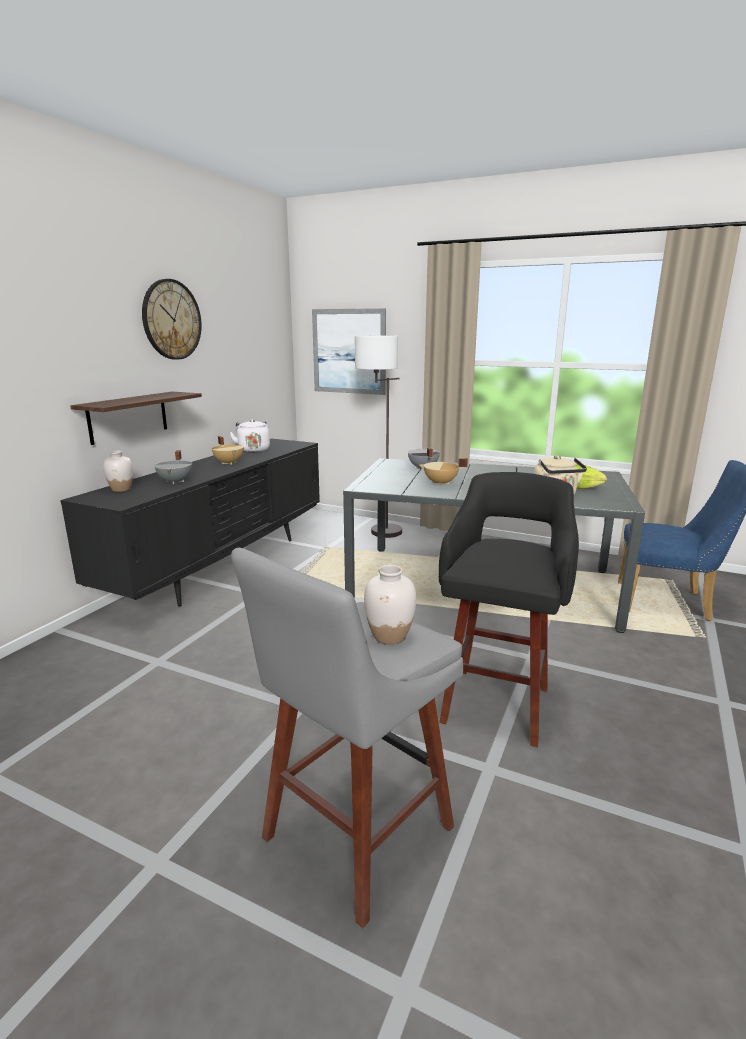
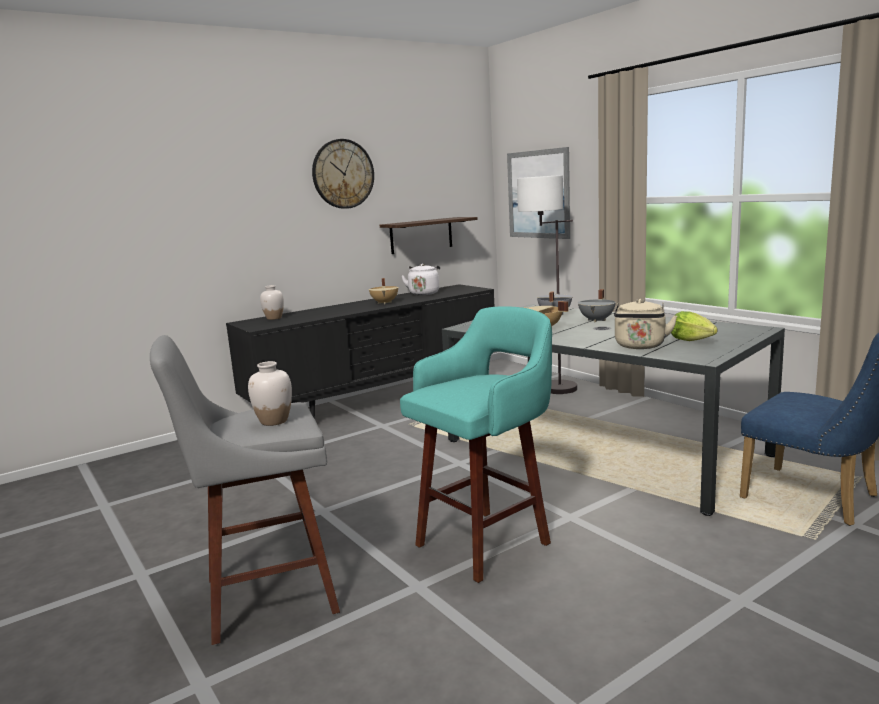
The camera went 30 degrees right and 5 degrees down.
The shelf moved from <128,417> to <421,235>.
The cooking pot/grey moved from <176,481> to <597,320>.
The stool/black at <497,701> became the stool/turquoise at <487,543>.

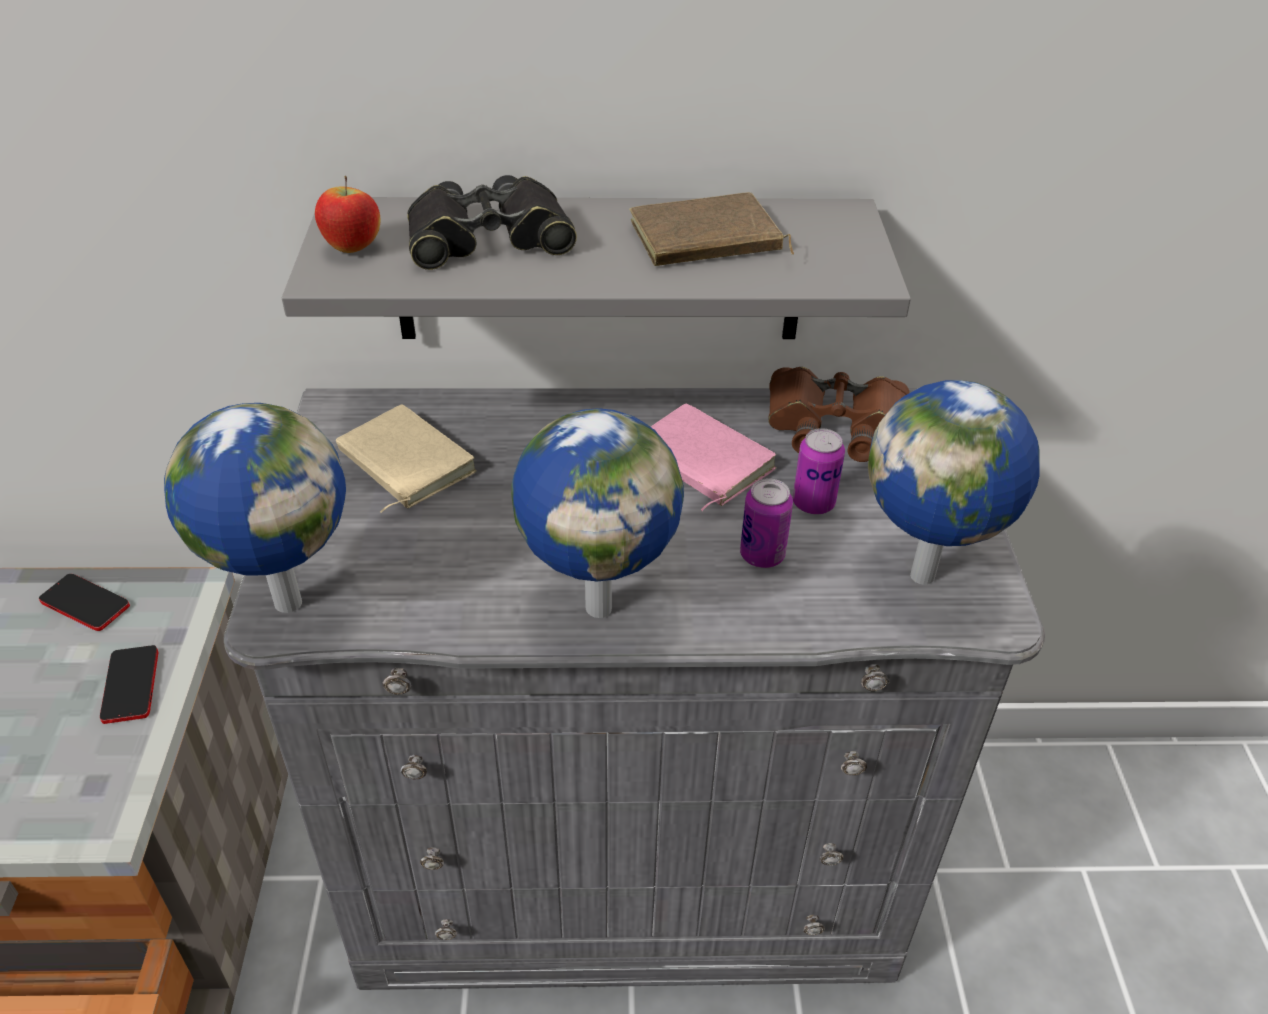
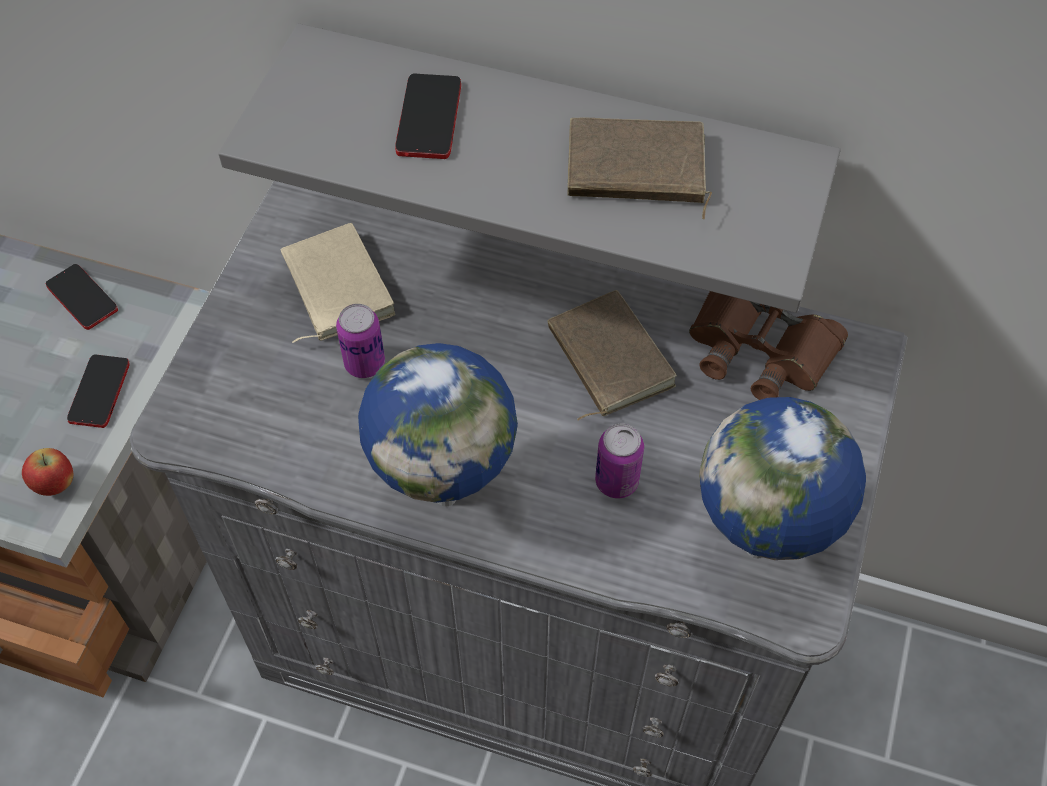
The camera went 20 degrees right and 15 degrees up.
The binoculars/black at <488,238> was replaced by the phone at <428,118>.
The apple moved from <352,248> to <55,484>.
The globe at <286,601> disappeared.
The book/pink at <699,462> became the book/brown at <606,358>.
The can moved from <813,503> to <364,363>.

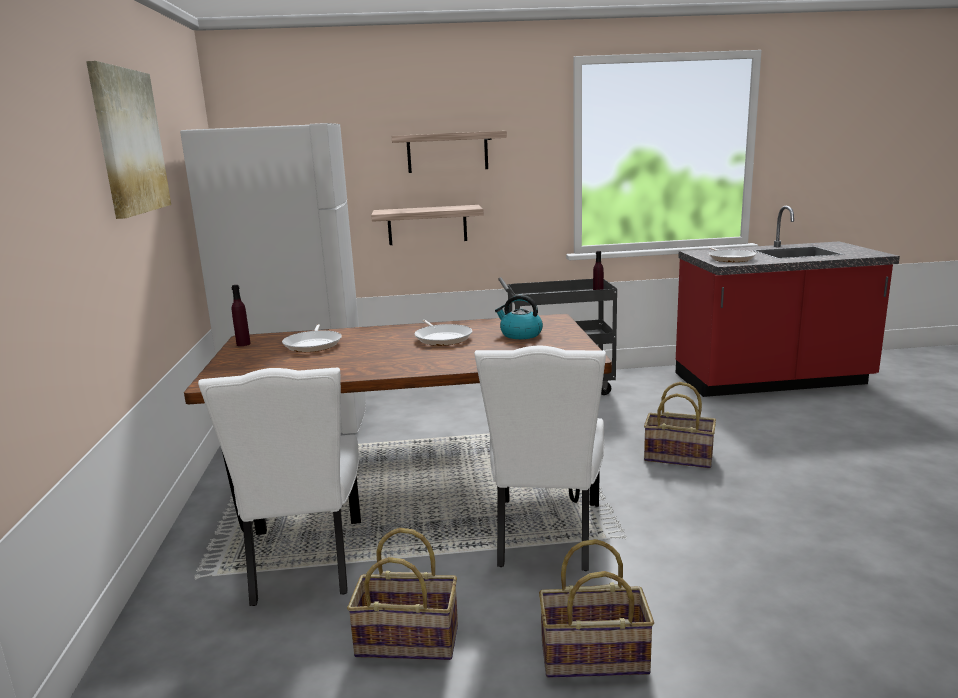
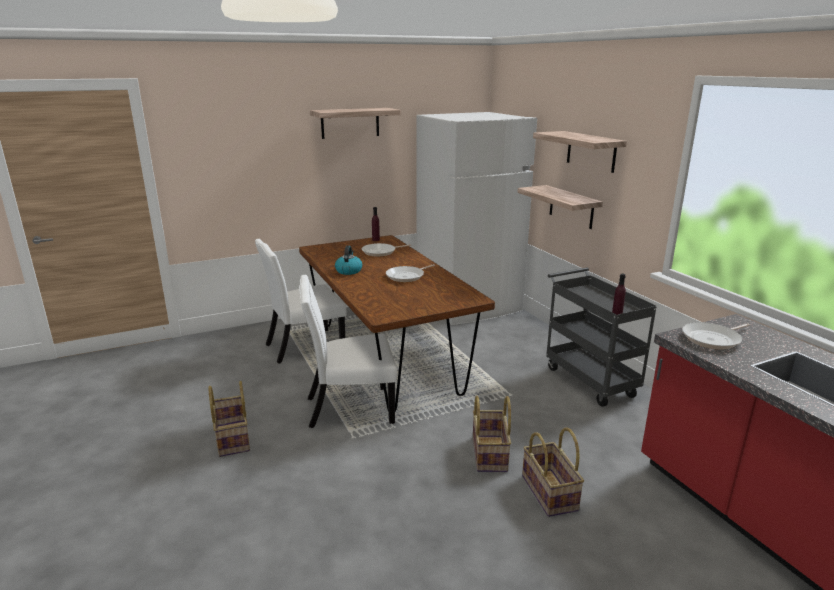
The camera went 70 degrees right and 5 degrees up.
The picture at <129,141> was replaced by the shelf at <350,123>.
The kettle moved from <520,334> to <348,271>.
The basket moved from <408,639> to <550,493>.

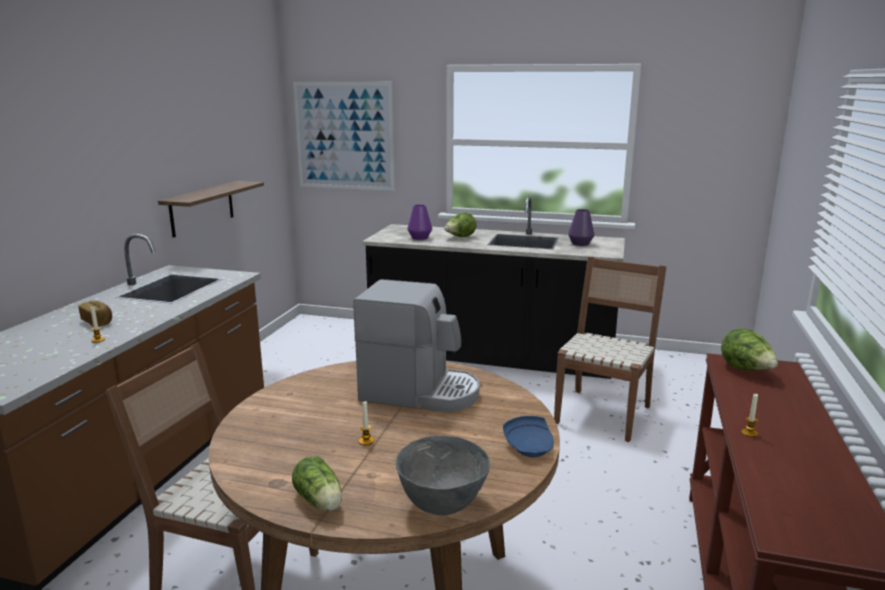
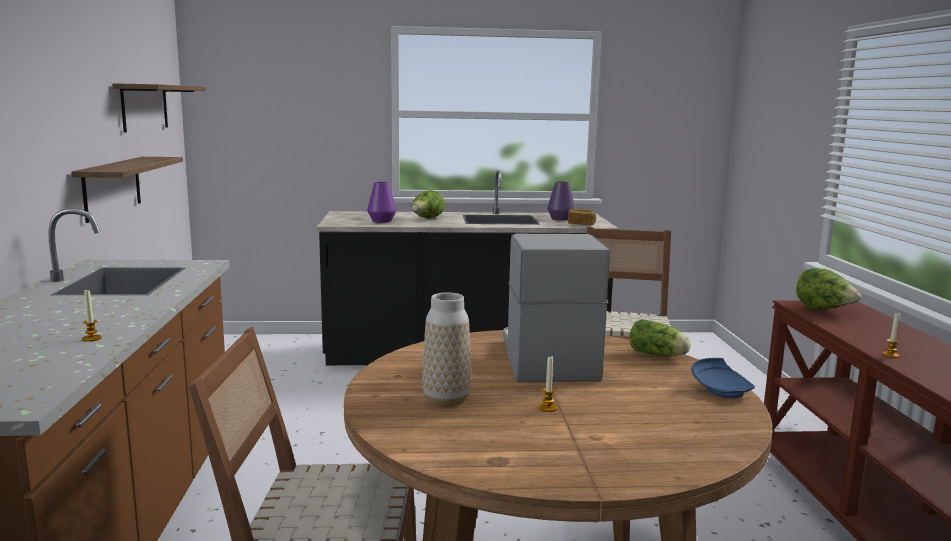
The camera went 20 degrees left and 5 degrees down.
The picture at <344,136> disappeared.
The coffee machine at <420,392> turned 90 degrees counterclockwise.
The bread moved from <98,322> to <581,224>.
The bowl/grey at <441,505> disappeared.
The lettuce moved from <320,502> to <658,355>.
The shelf at <145,107> appeared.
The vase at <446,400> appeared.

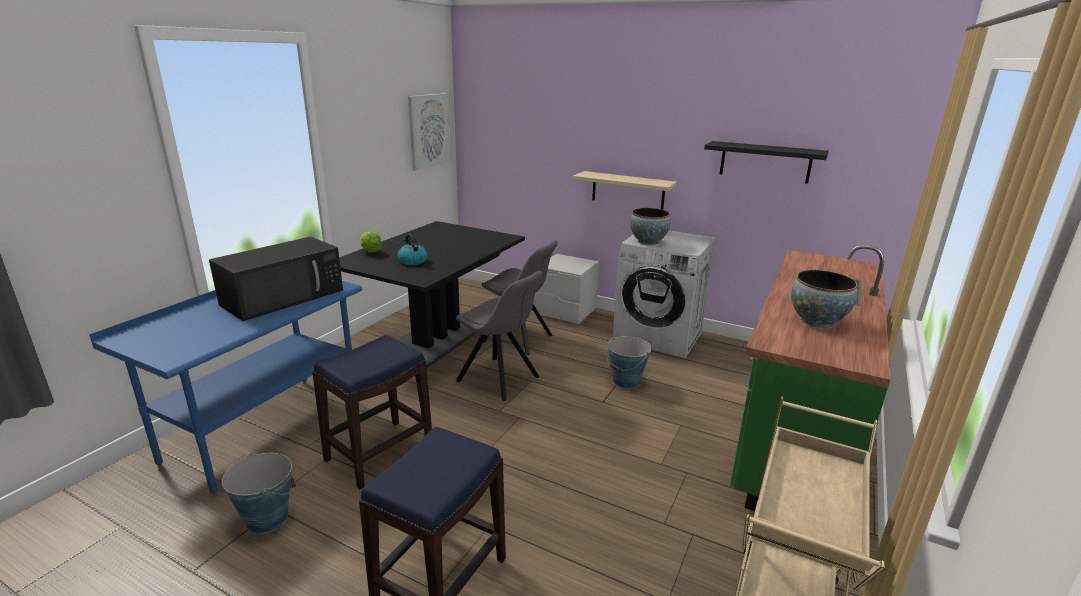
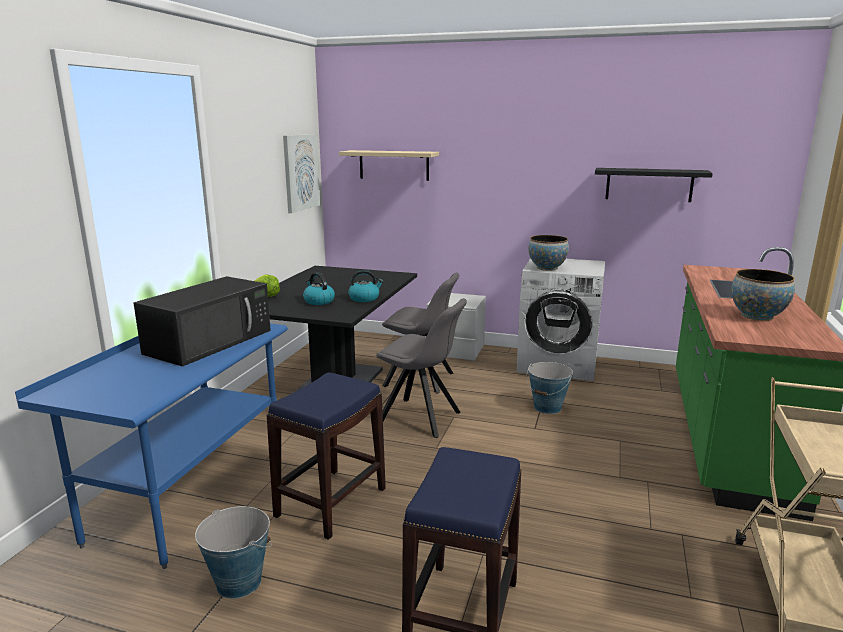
The camera went 10 degrees left and 5 degrees down.
The shelf/beige moved from <628,190> to <394,165>.
The kettle at <364,298> appeared.

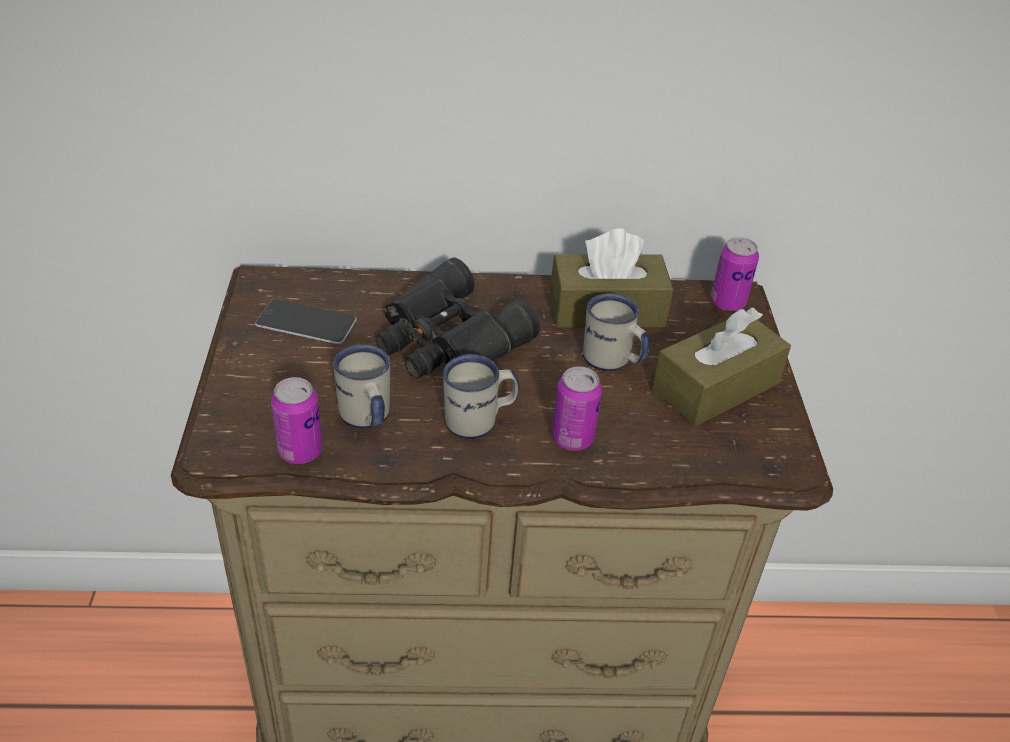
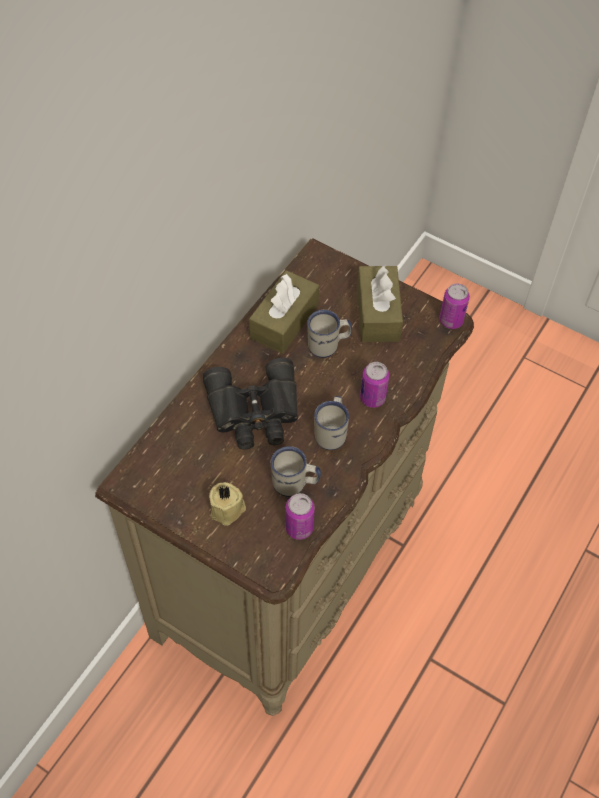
The camera went 55 degrees left and 15 degrees up.
The can moved from <727,302> to <451,321>.
The phone at <306,322> disappeared.
The candle/beige at <228,510> appeared.

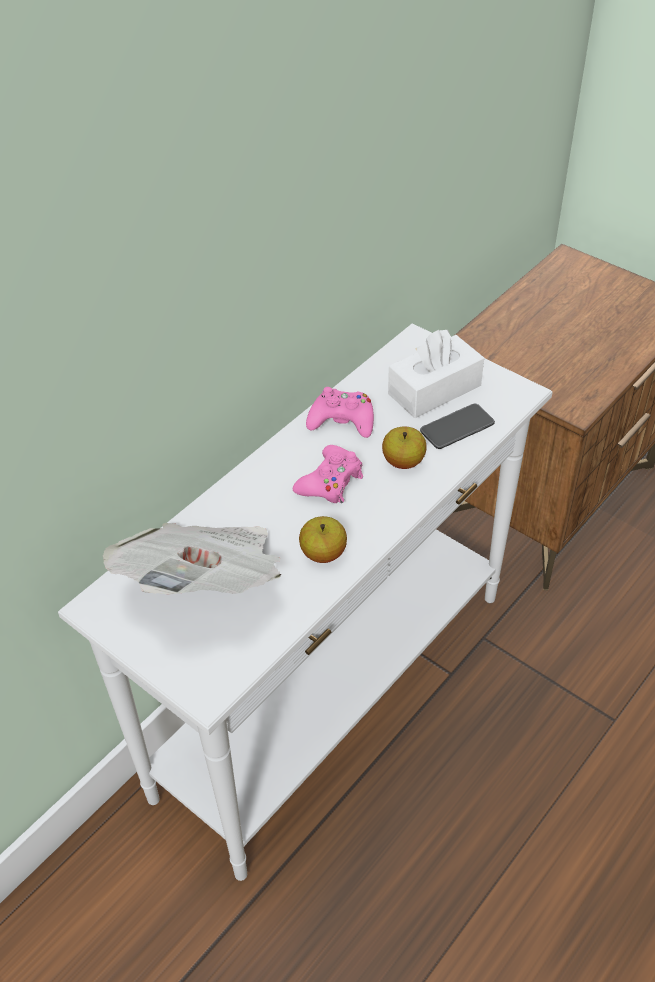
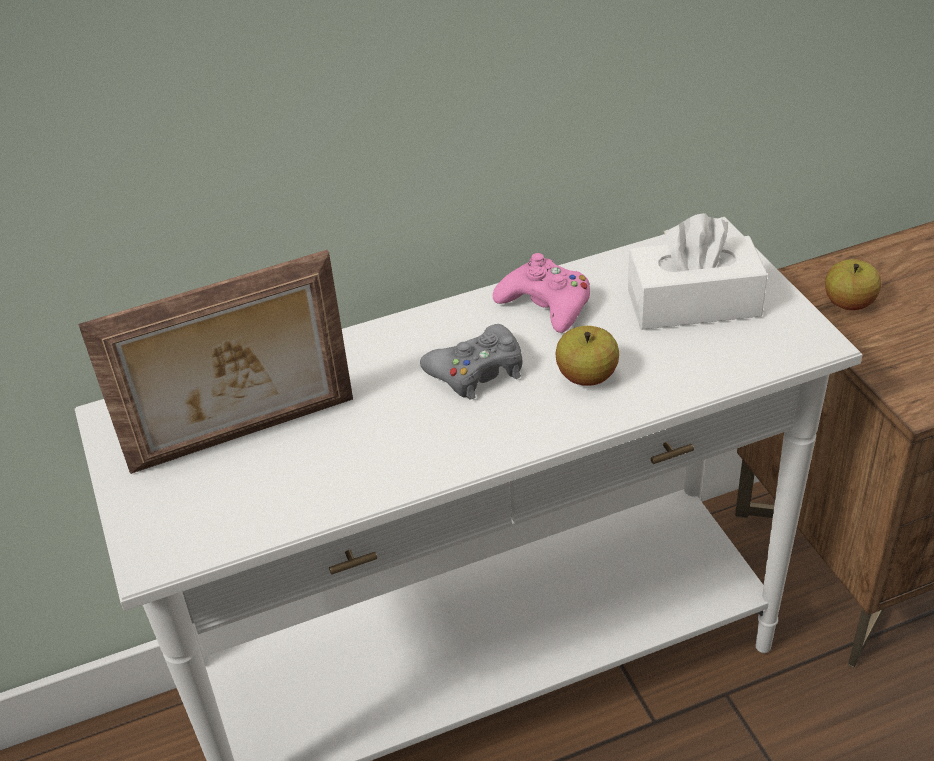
The camera went 30 degrees right and 5 degrees down.
The phone at <457,427> disappeared.
The game controller/pink at <330,482> became the game controller/grey at <477,371>.
The apple moved from <323,553> to <849,303>.
The newspaper at <206,584> was replaced by the picture frame at <245,436>.

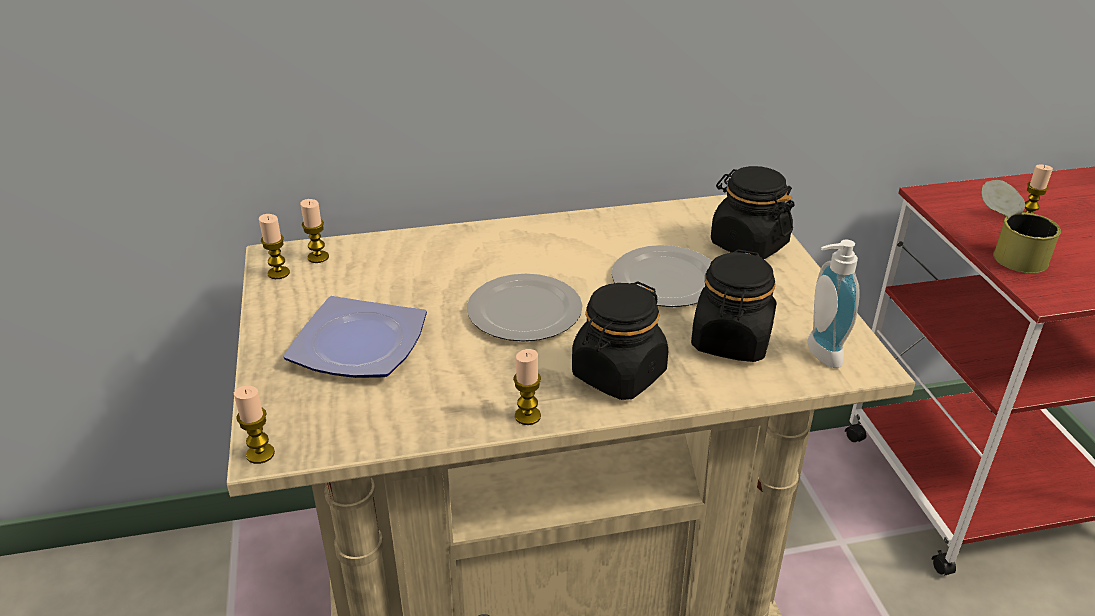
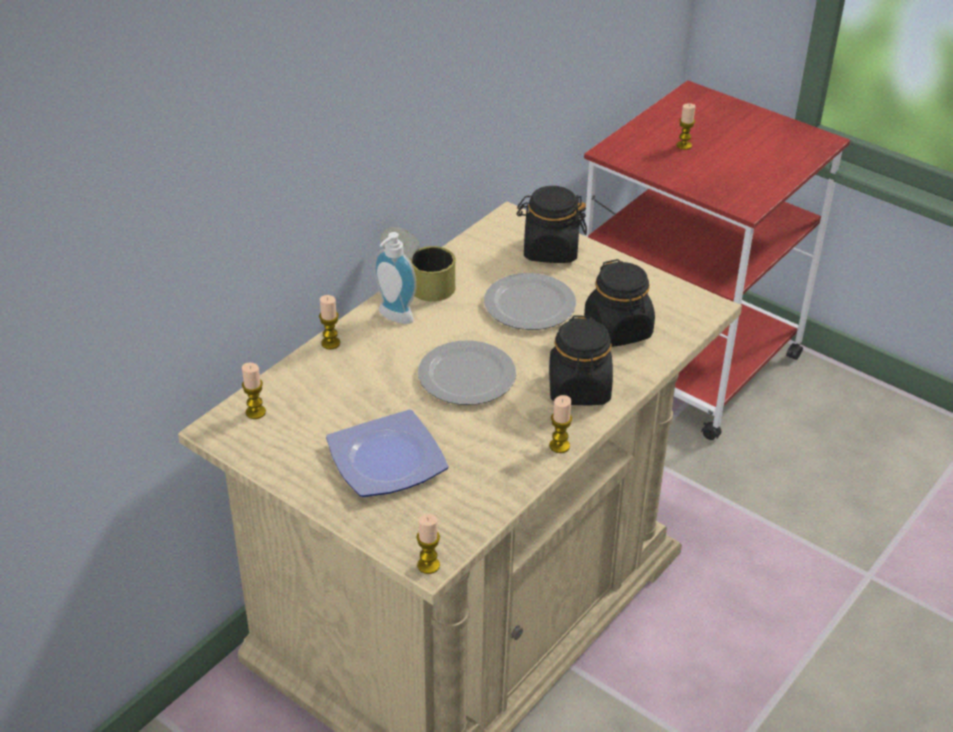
The camera went 40 degrees left and 5 degrees up.
The can moved from <1007,251> to <419,284>.
The candle moved from <278,273> to <330,343>.
The soap dispenser moved from <818,354> to <393,318>.

